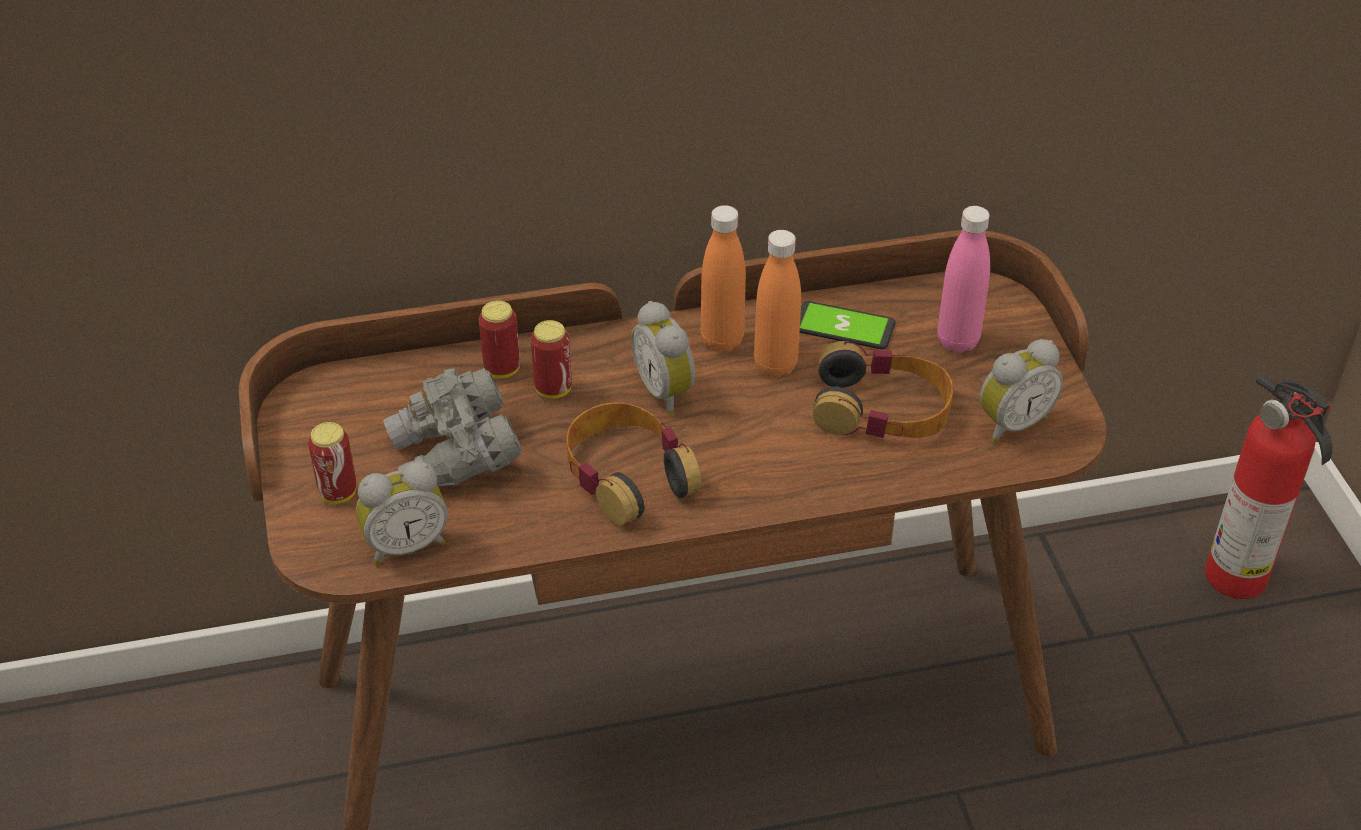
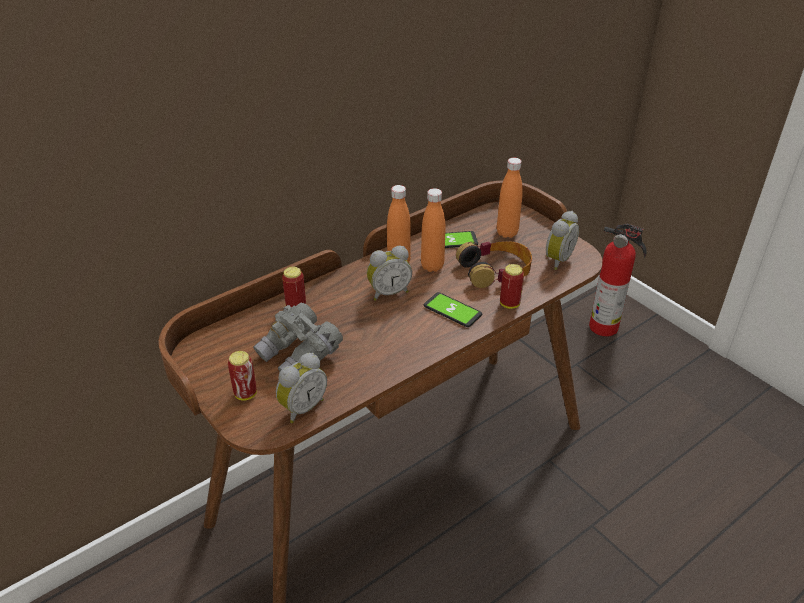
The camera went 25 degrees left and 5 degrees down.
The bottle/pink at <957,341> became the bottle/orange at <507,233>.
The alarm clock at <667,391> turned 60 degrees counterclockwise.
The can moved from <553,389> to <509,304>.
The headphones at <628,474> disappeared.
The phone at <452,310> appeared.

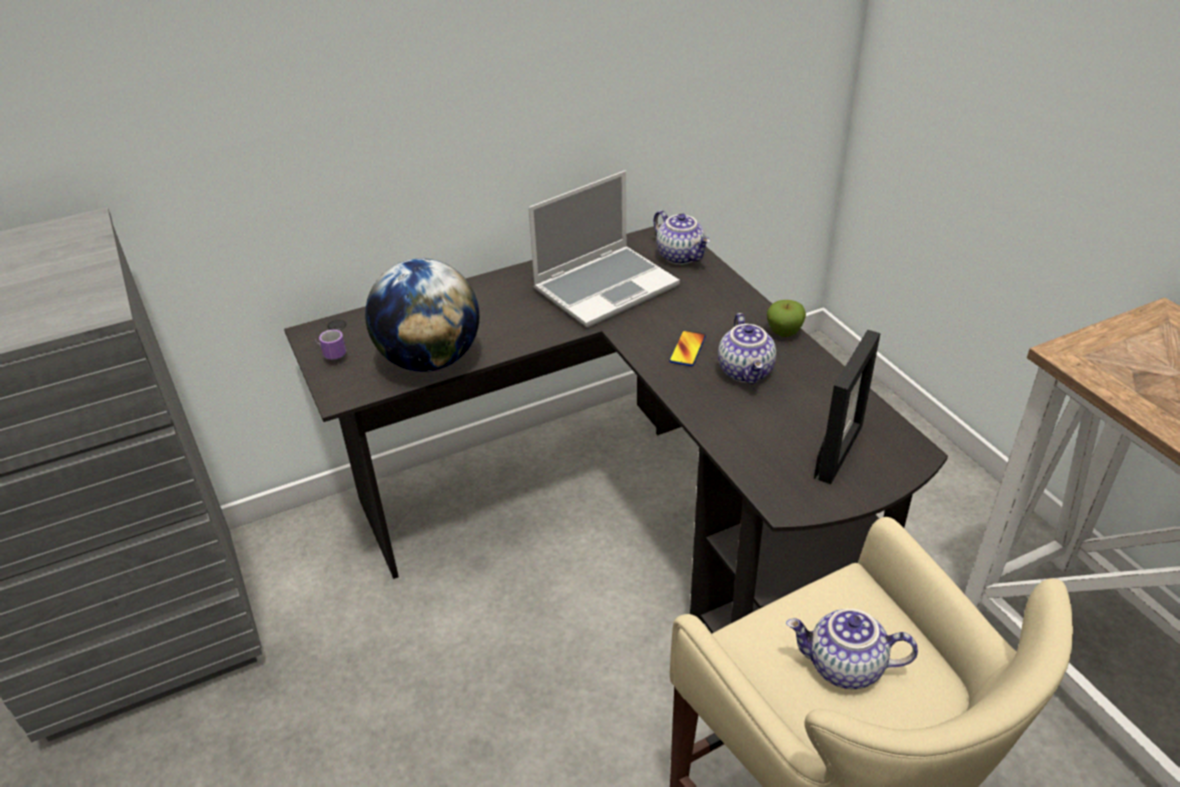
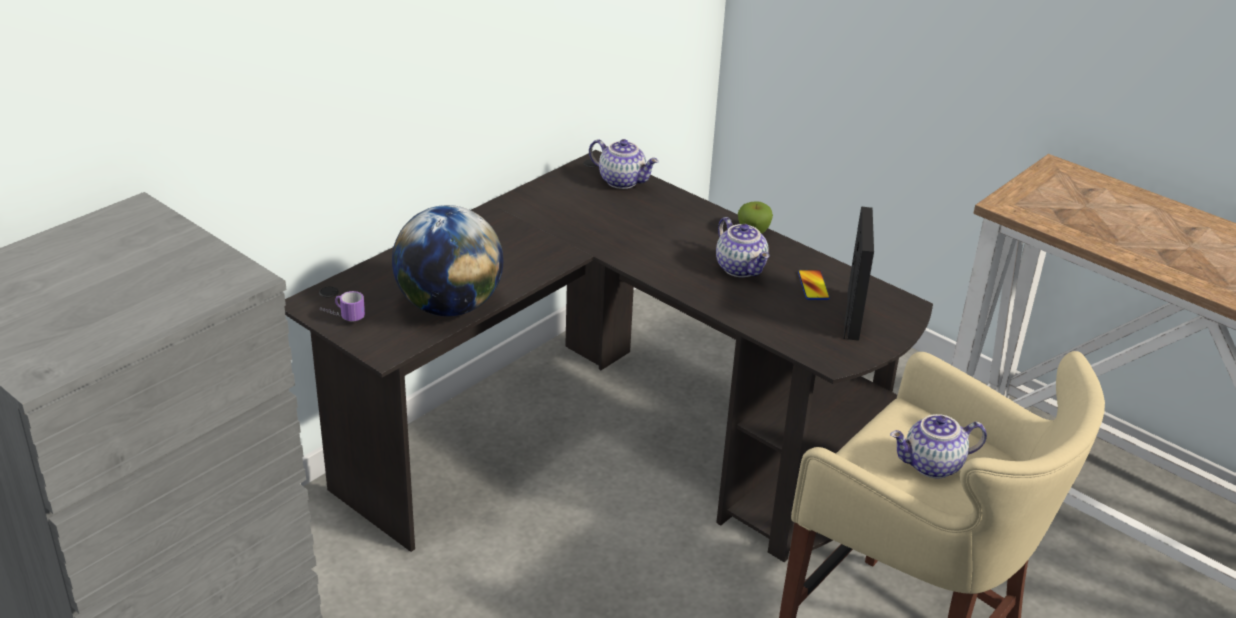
The camera went 25 degrees left and 5 degrees down.
The laptop at <606,287> disappeared.
The phone moved from <687,349> to <813,286>.

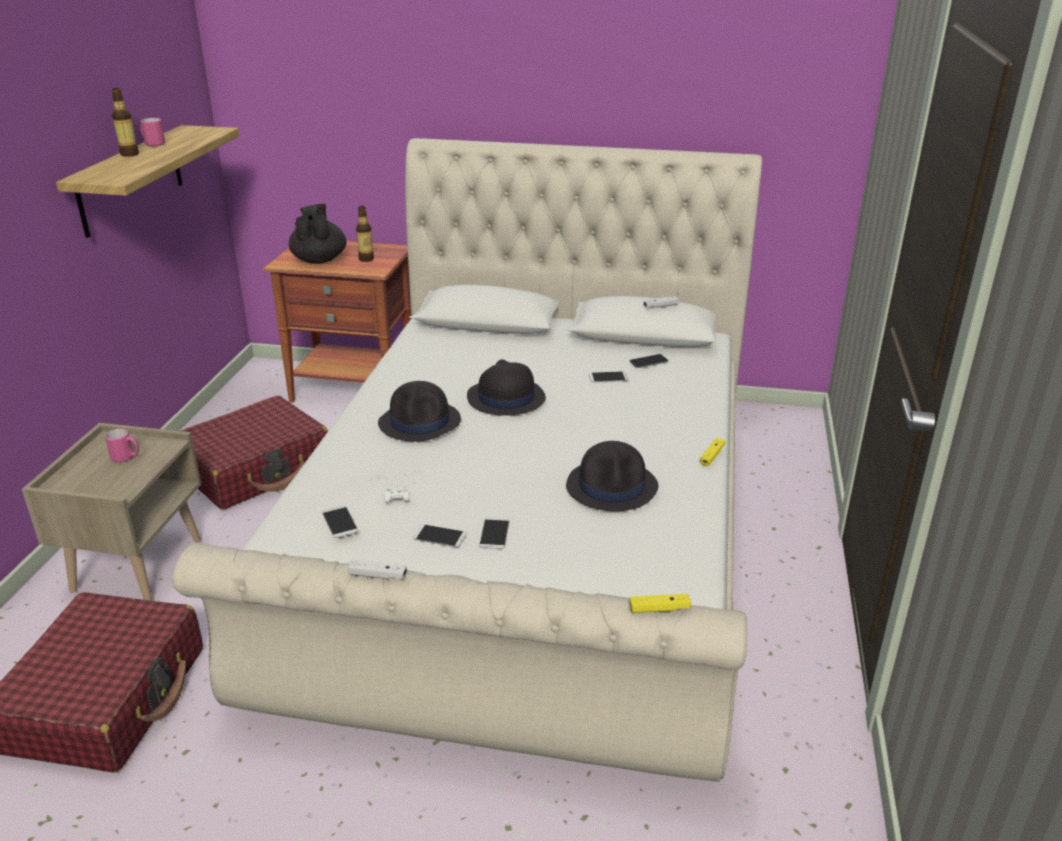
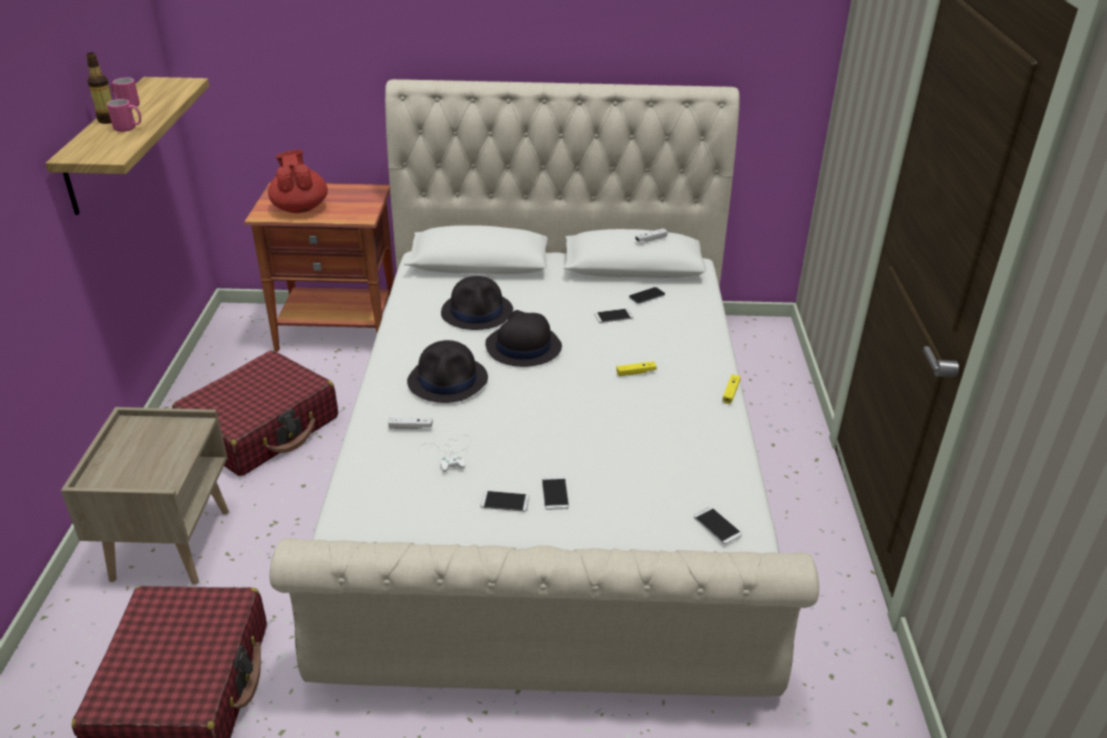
The camera went 10 degrees left and 5 degrees up.
The teapot/black at <319,260> became the teapot/red at <300,208>.
The bottle at <366,259> disappeared.
The mug/pink moved from <126,458> to <129,128>.
The hat/black moved from <612,486> to <477,312>.
The phone moved from <340,522> to <717,526>.
The game controller/white moved from <378,575> to <410,427>.
The game controller/yellow moved from <659,609> to <636,372>.

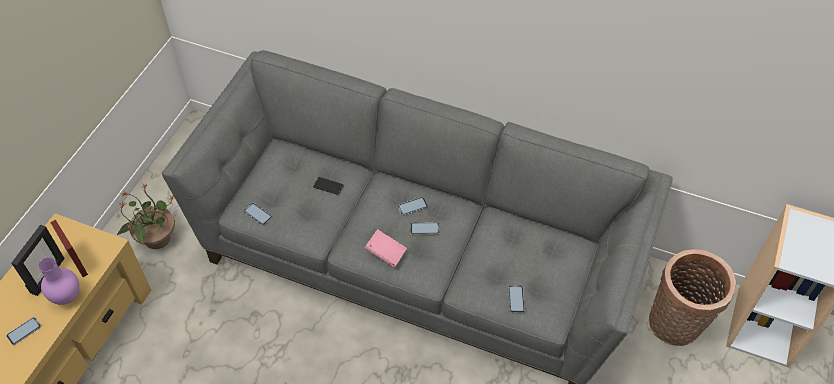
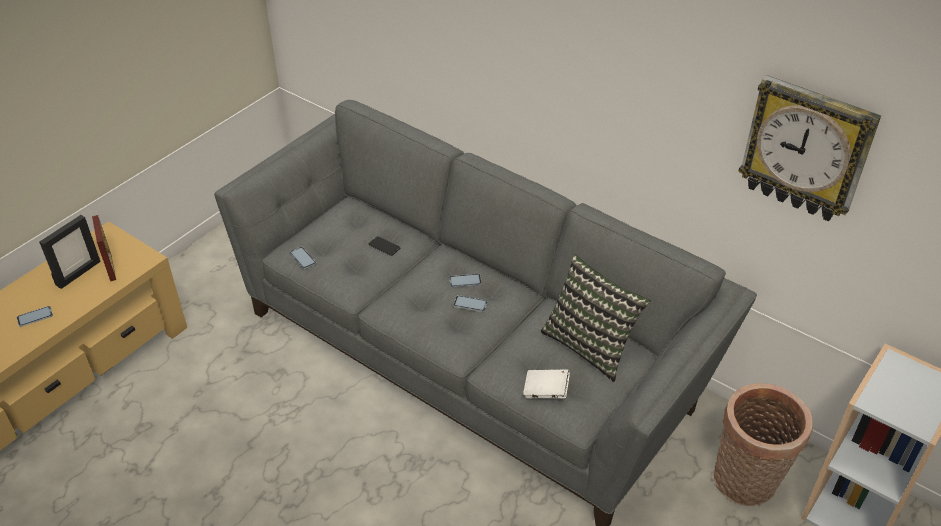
The camera went 15 degrees right and 10 degrees down.
The potted plant at <156,238> disappeared.
The book/pink at <386,254> disappeared.
The vase/purple at <67,296> disappeared.
The phone at <516,299> was replaced by the book/white at <546,391>.
The wall clock at <806,149> appeared.
The pillow at <590,344> appeared.

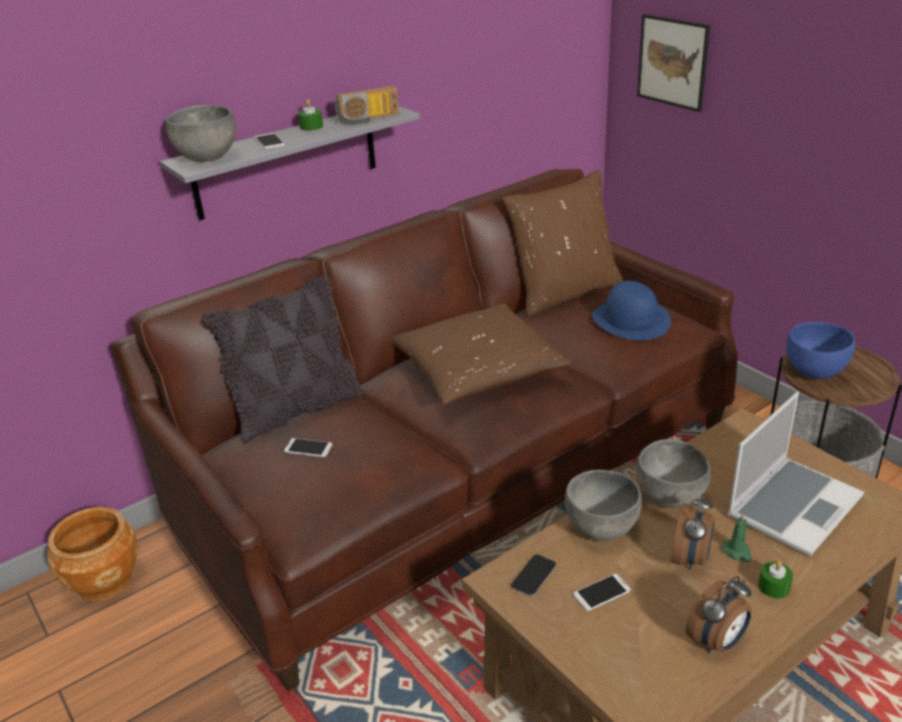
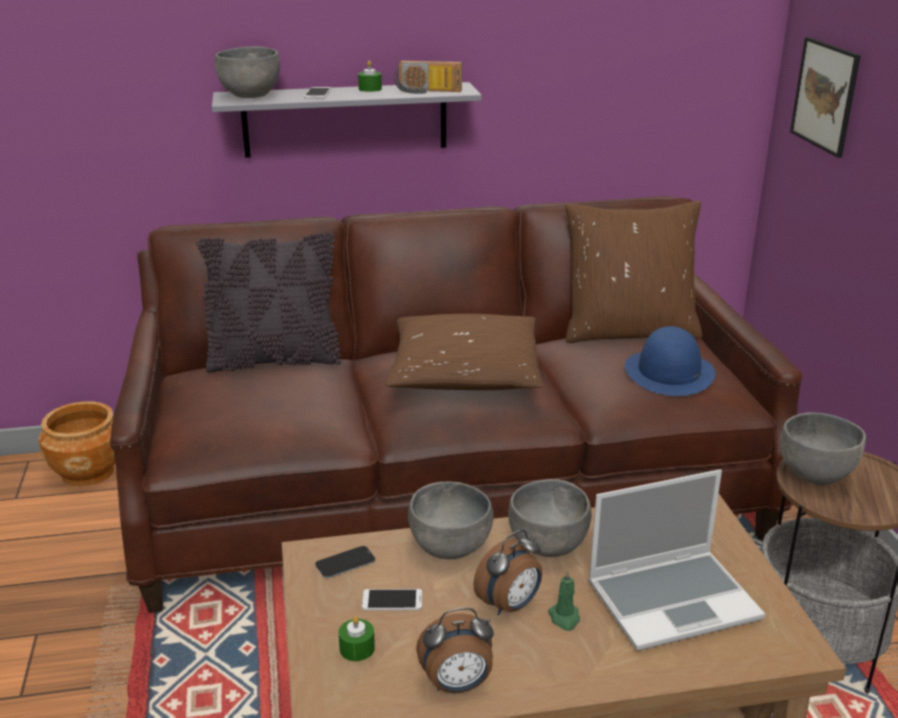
The camera went 25 degrees right and 5 degrees down.
The bowl/blue at <814,371> became the bowl/grey at <815,475>.
The phone at <308,448> disappeared.
The candle/green moved from <774,587> to <357,648>.

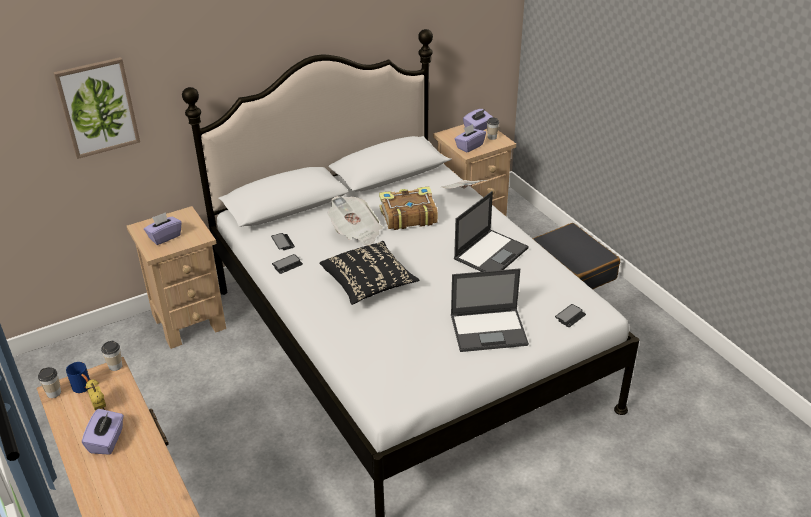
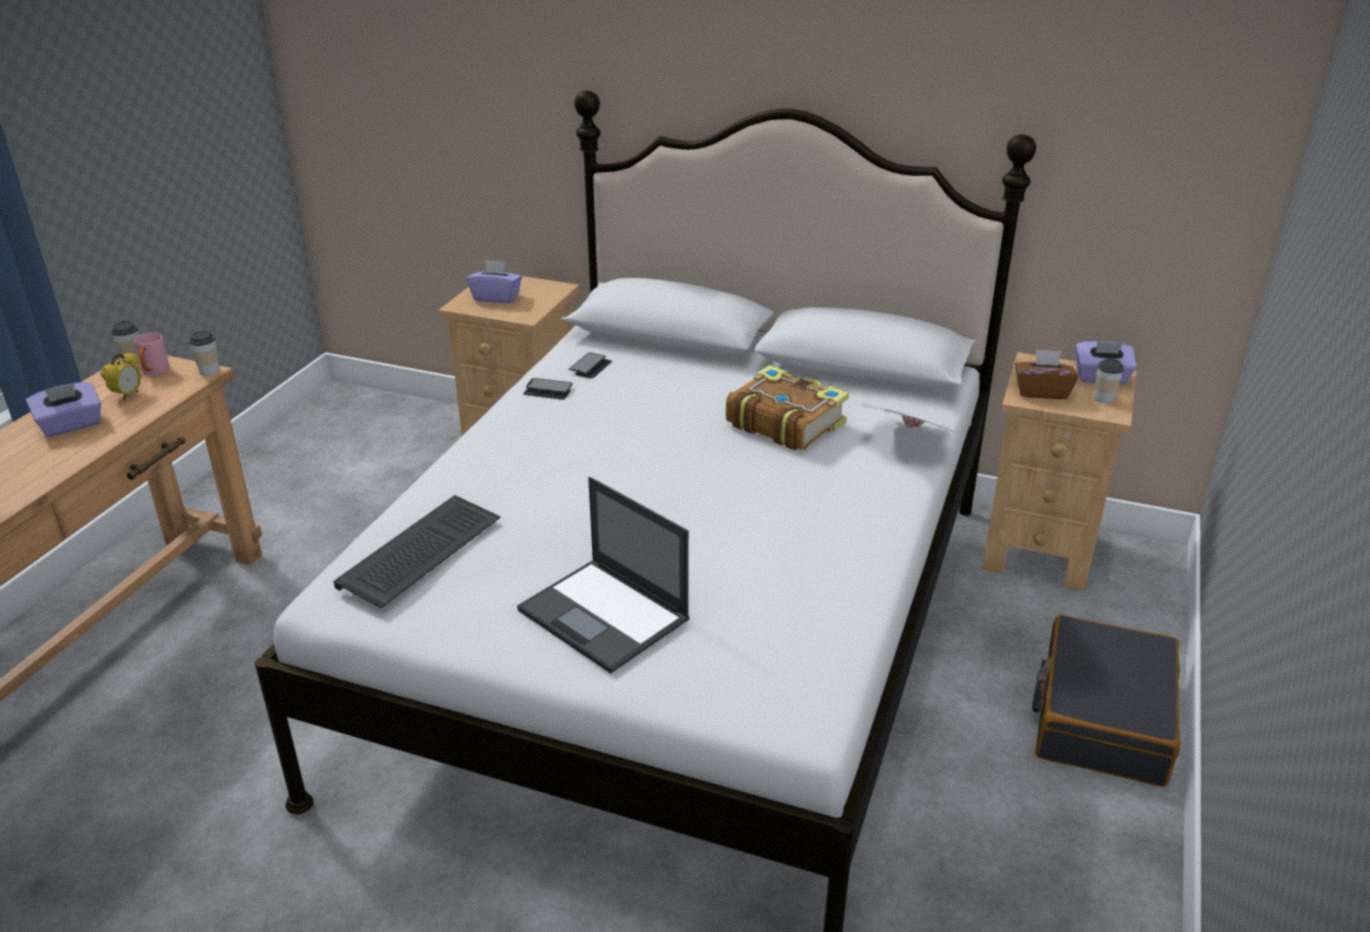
The camera went 50 degrees right and 5 degrees down.
The picture at <97,107> disappeared.
The tissue box/purple at <469,146> became the tissue box/brown at <1042,392>.
The laptop at <491,253> disappeared.
The newspaper at <356,232> disappeared.
The pillow/black at <369,284> disappeared.
The phone at <570,316> disappeared.
The mug/blue at <84,388> became the mug/pink at <154,373>.
The keyboard at <420,555> appeared.

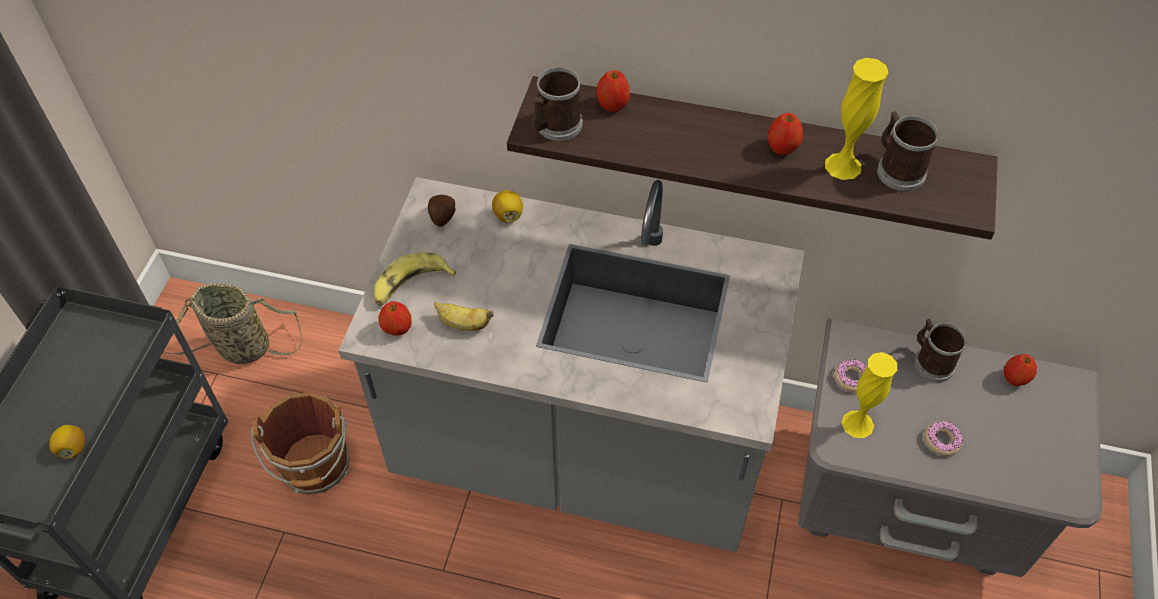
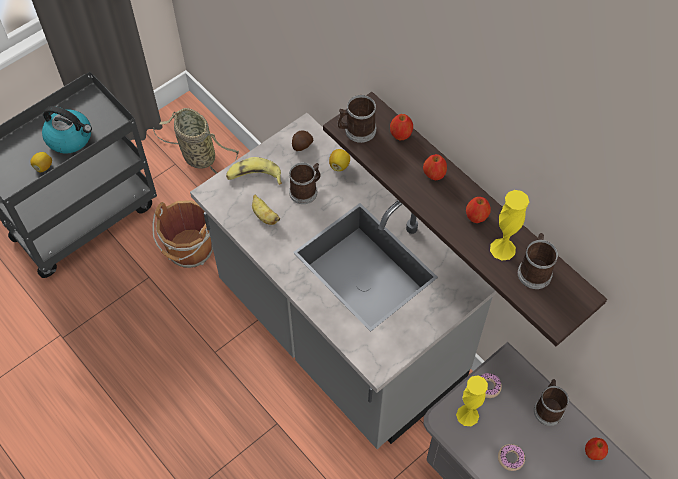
The camera went 35 degrees right and 5 degrees up.
The apple moved from <397,329> to <434,175>.
The kettle at <70,138> appeared.
The mug at <306,190> appeared.

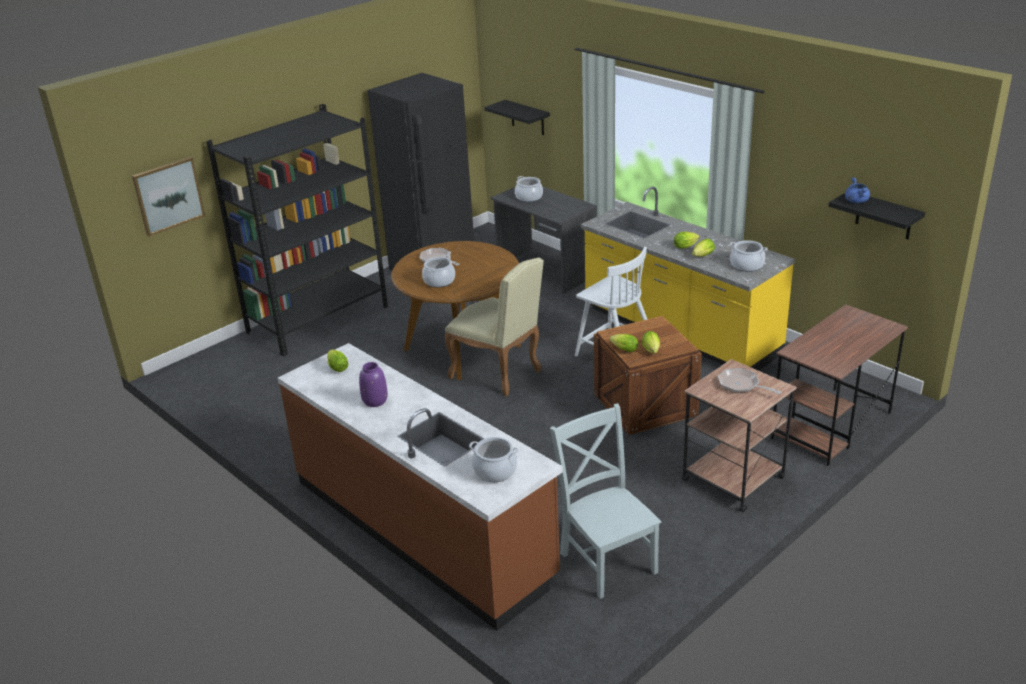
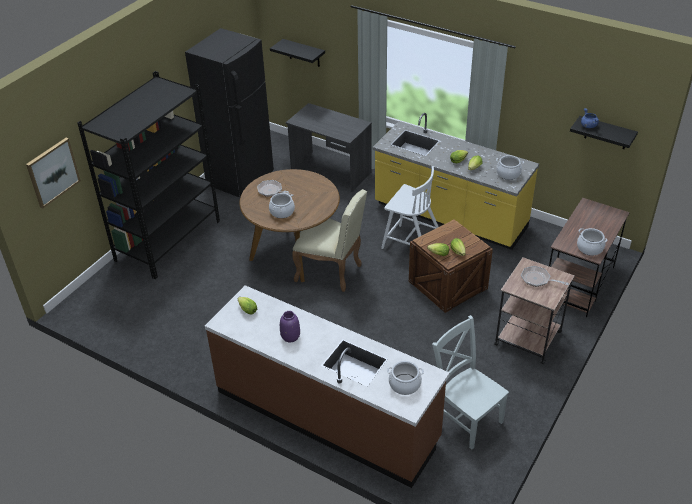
The camera went 15 degrees left and 10 degrees up.
The cooking pot moved from <529,197> to <590,248>.

